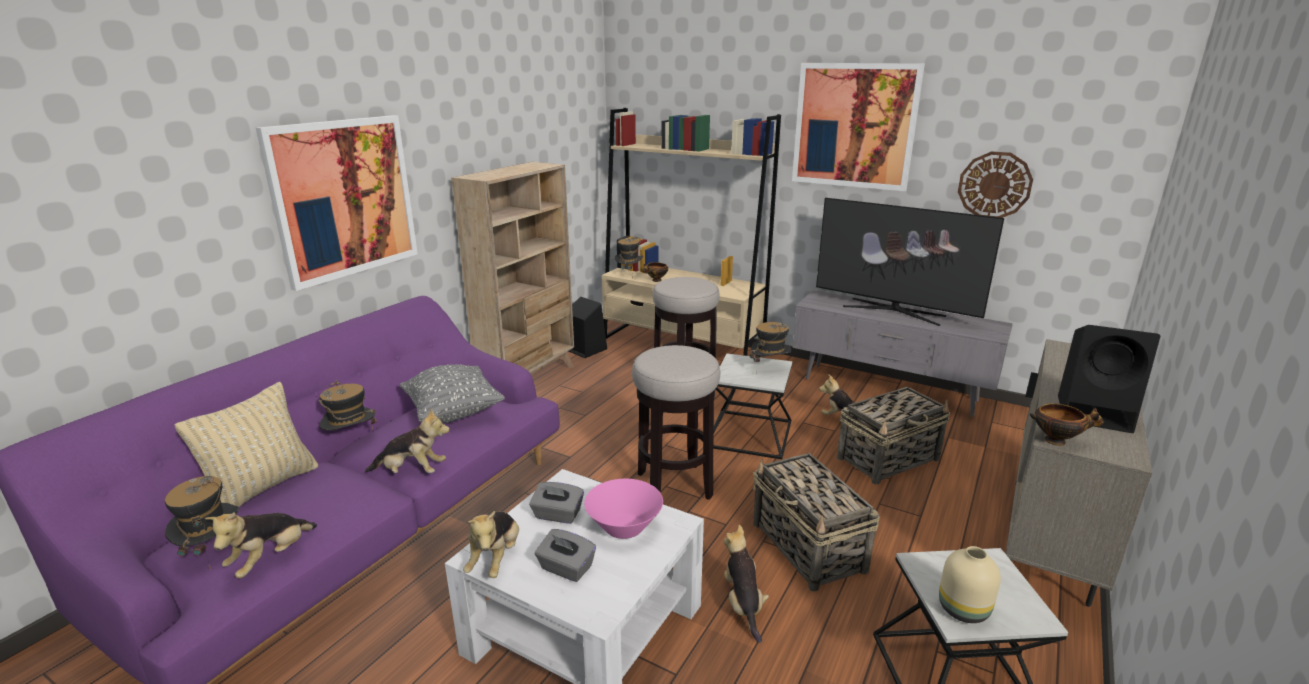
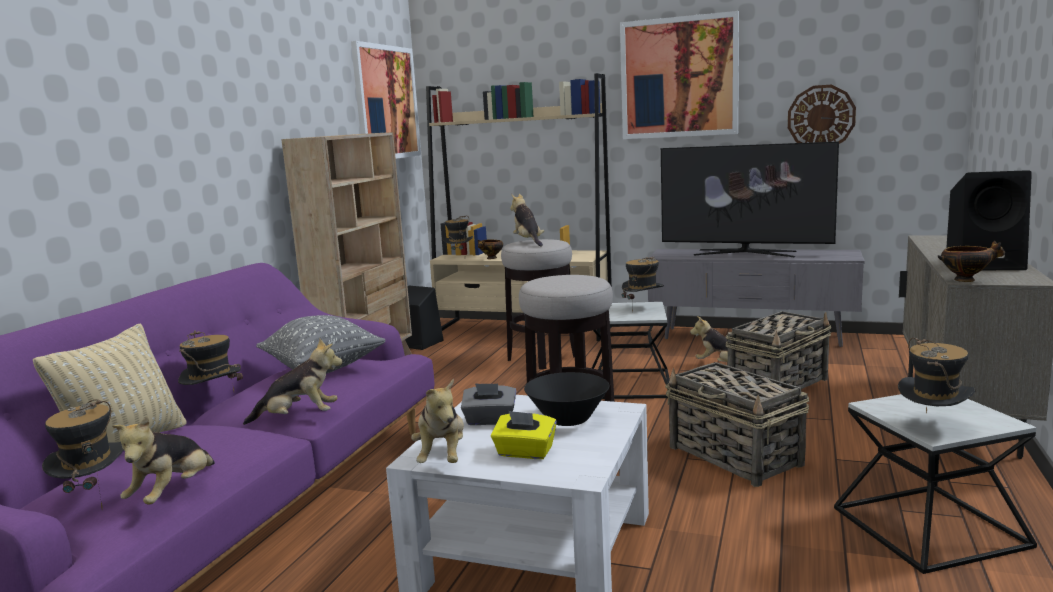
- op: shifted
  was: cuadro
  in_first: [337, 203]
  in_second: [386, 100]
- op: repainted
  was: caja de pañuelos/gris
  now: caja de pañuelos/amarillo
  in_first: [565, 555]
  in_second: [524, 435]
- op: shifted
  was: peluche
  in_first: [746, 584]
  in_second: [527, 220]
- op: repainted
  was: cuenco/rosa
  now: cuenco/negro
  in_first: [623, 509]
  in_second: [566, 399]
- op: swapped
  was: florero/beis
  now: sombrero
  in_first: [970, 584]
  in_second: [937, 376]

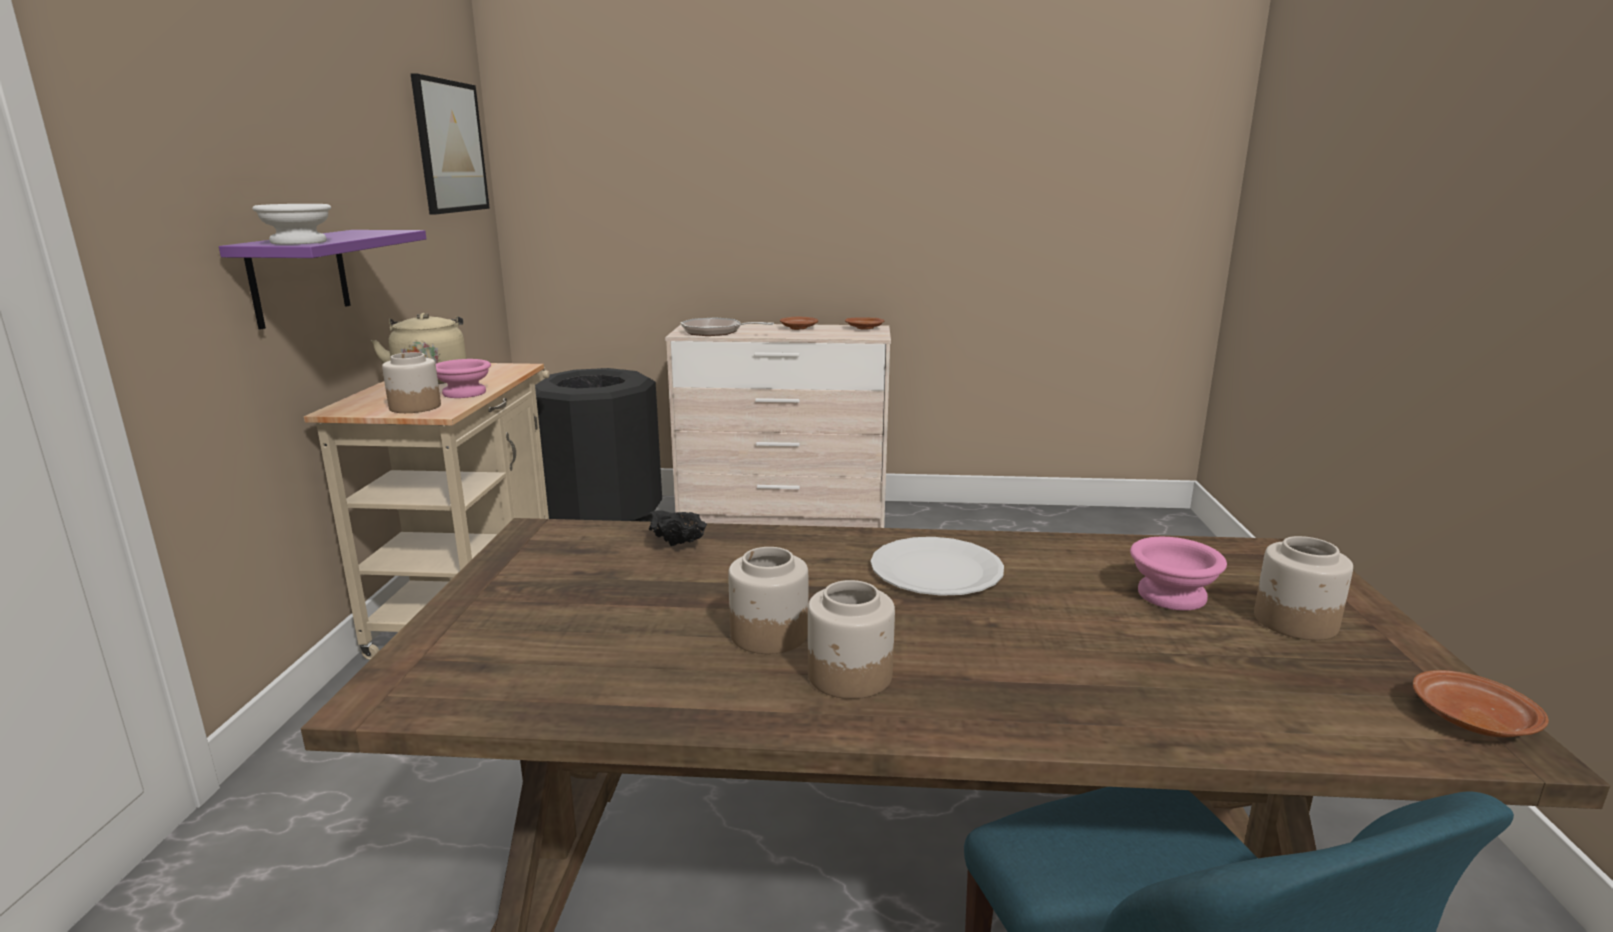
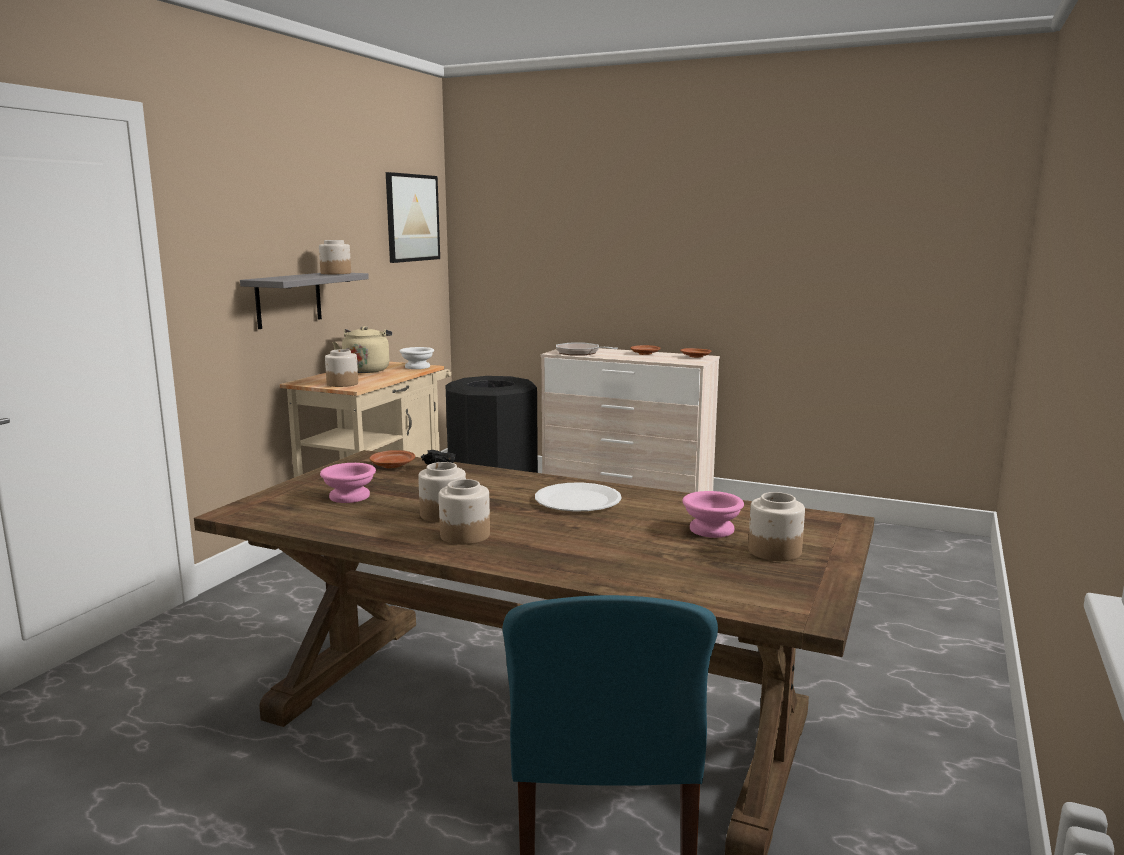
- op: repainted
  was: estante/morado
  now: estante/gris
  in_first: [322, 279]
  in_second: [304, 301]
- op: new
  now: tarro
  in_second: [335, 257]
- op: shifted
  was: cuenco/rosa
  in_first: [463, 378]
  in_second: [348, 483]
- op: shifted
  was: plato/marrón
  in_first: [1481, 703]
  in_second: [392, 459]
- op: shifted
  was: cuenco/blanco
  in_first: [291, 224]
  in_second: [417, 358]

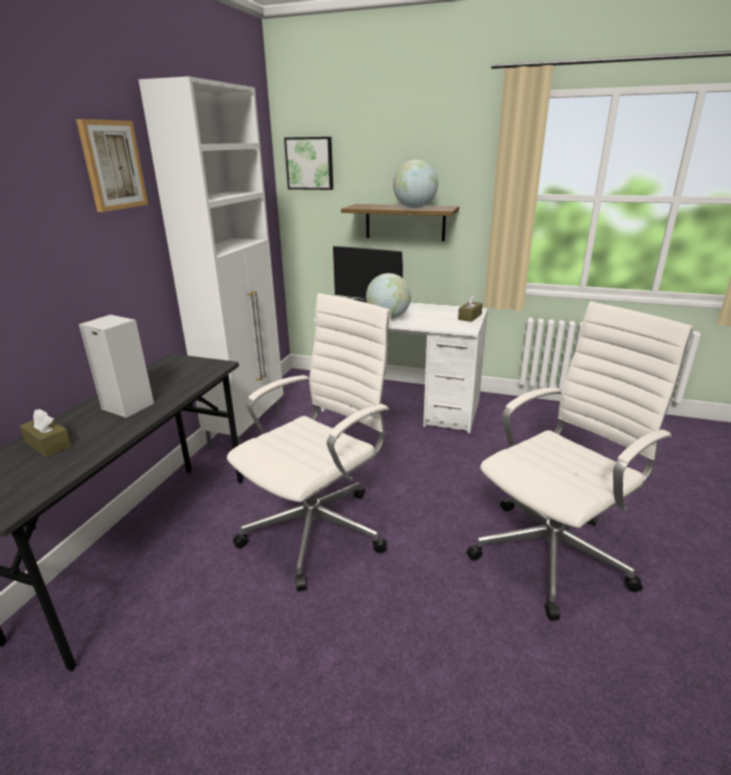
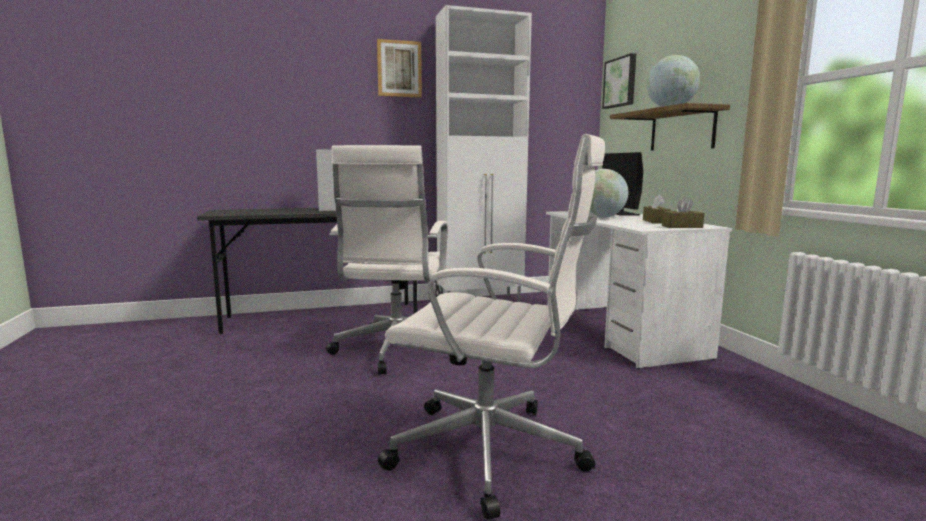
- op: rotated
  was: silla de oficina/blanco
  in_first: [309, 442]
  in_second: [388, 260]
  clockwise: 90
- op: shifted
  was: caja de pañuelos/marrón
  in_first: [46, 433]
  in_second: [657, 209]

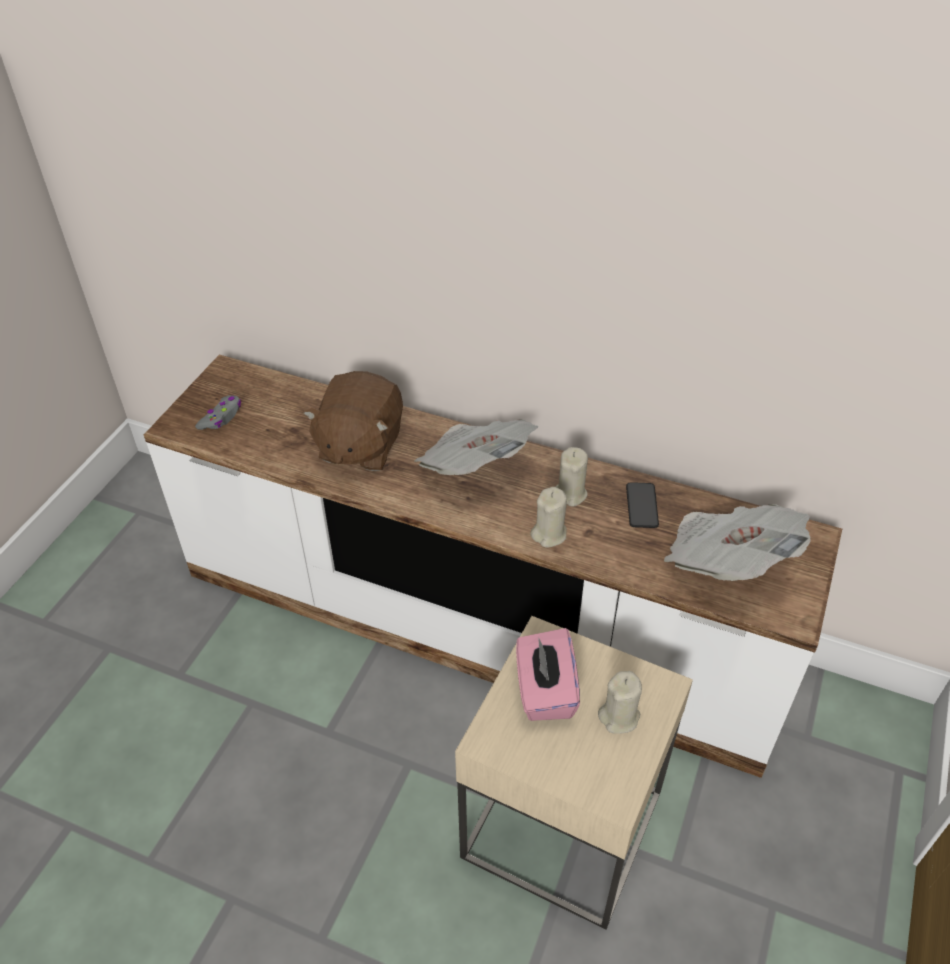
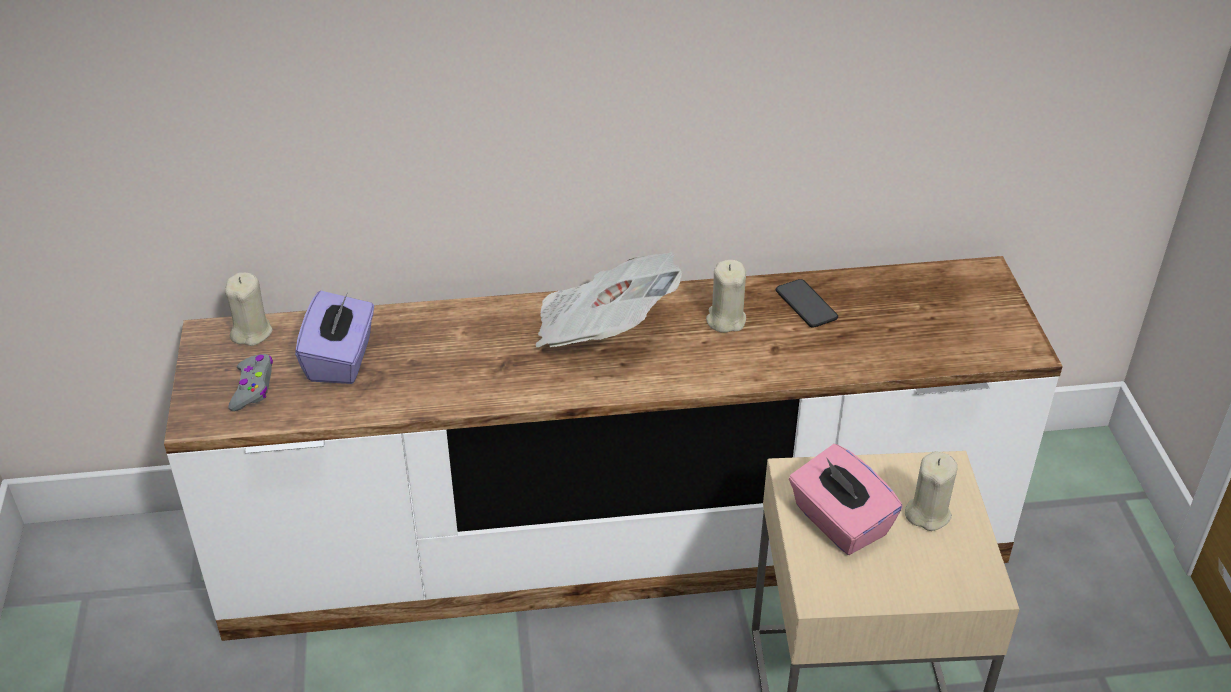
- op: shifted
  was: vela/beis
  in_first: [548, 517]
  in_second: [249, 309]
- op: new
  now: caja de pañuelos/morado
  in_second: [334, 337]
- op: gone
  was: peluche/marrón
  in_first: [353, 421]
- op: gone
  was: periódico
  in_first: [737, 542]

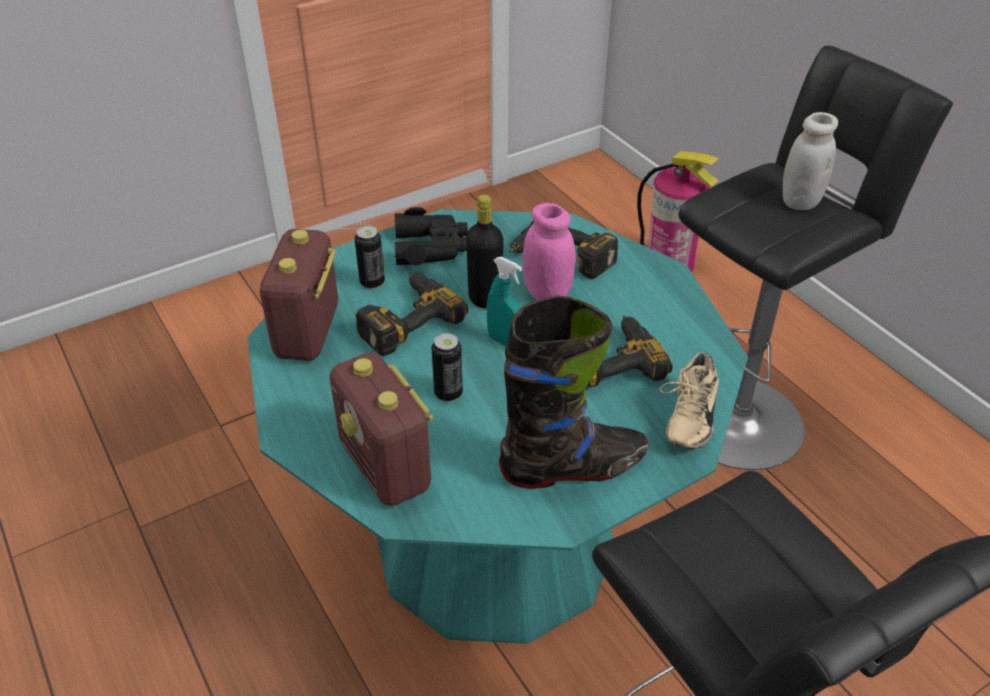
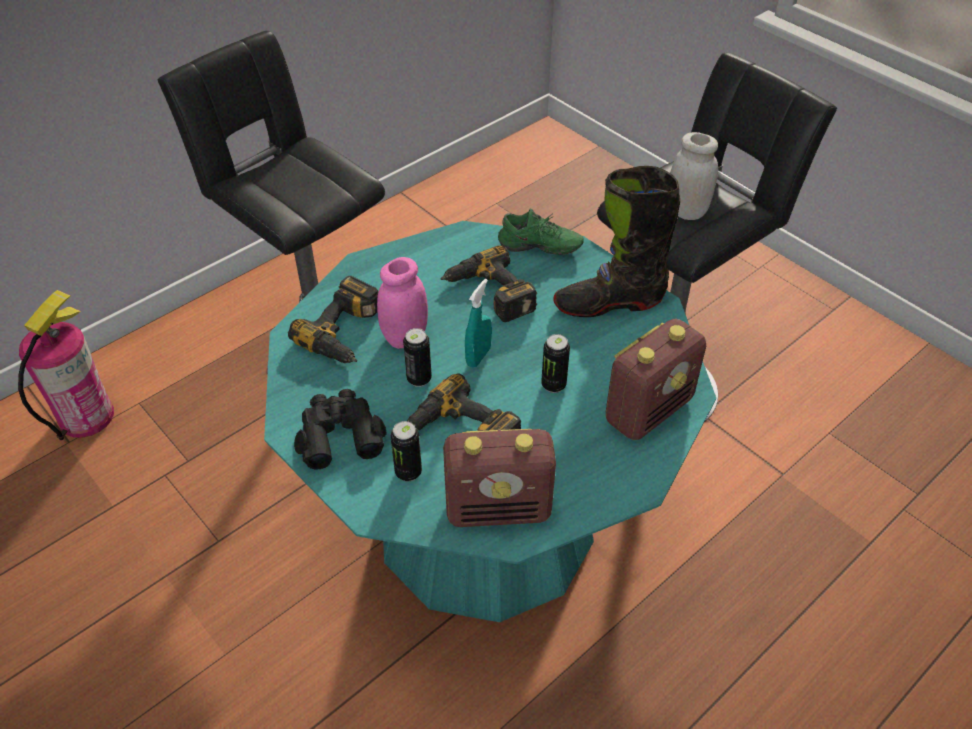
- op: swapped
  was: botella/negro
  now: lata
  in_first: [485, 251]
  in_second: [417, 357]
- op: repainted
  was: zapato/beis
  now: zapato/verde
  in_first: [689, 400]
  in_second: [541, 232]
- op: rotated
  was: bota/negro
  in_first: [573, 392]
  in_second: [616, 241]
  clockwise: -75
- op: shifted
  was: tarro/blanco
  in_first: [810, 161]
  in_second: [694, 176]

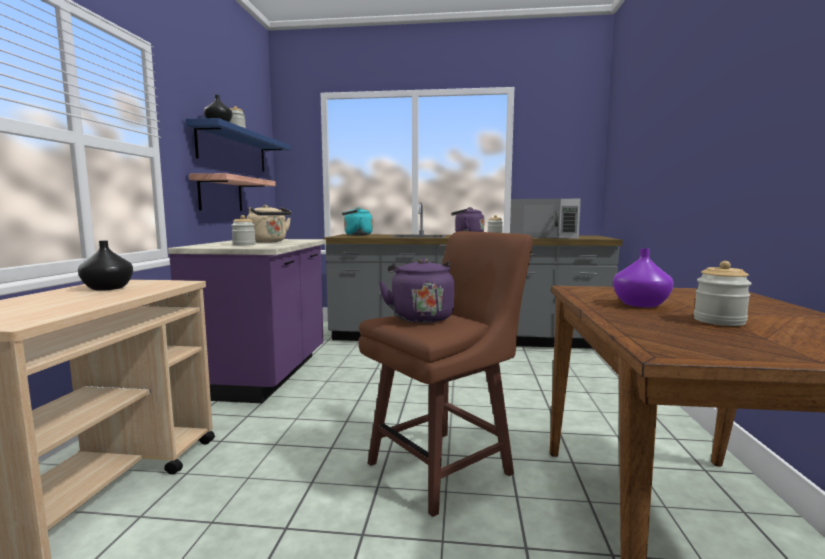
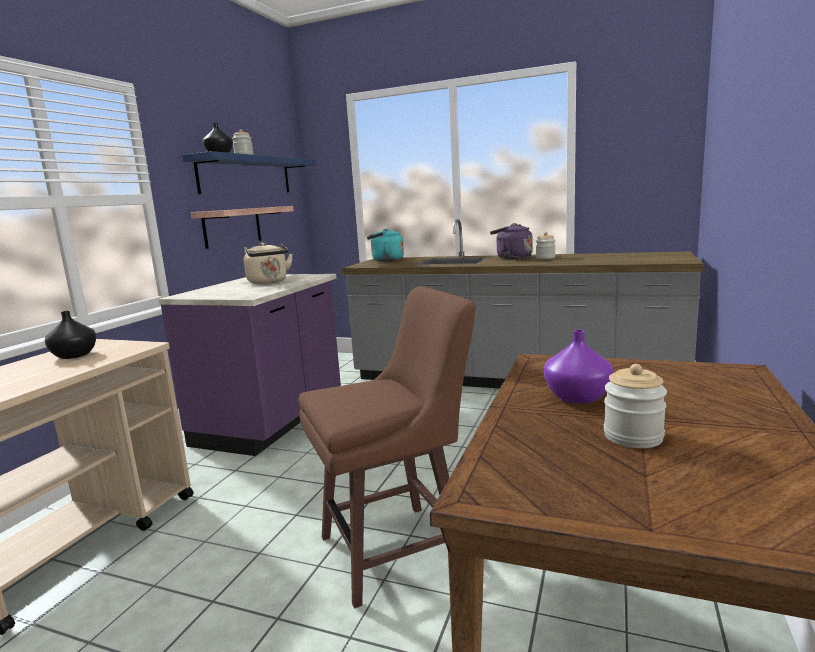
- op: gone
  was: tarro
  in_first: [243, 230]
- op: gone
  was: hervidor/morado
  in_first: [416, 290]
- op: gone
  was: microondas/blanco
  in_first: [545, 219]

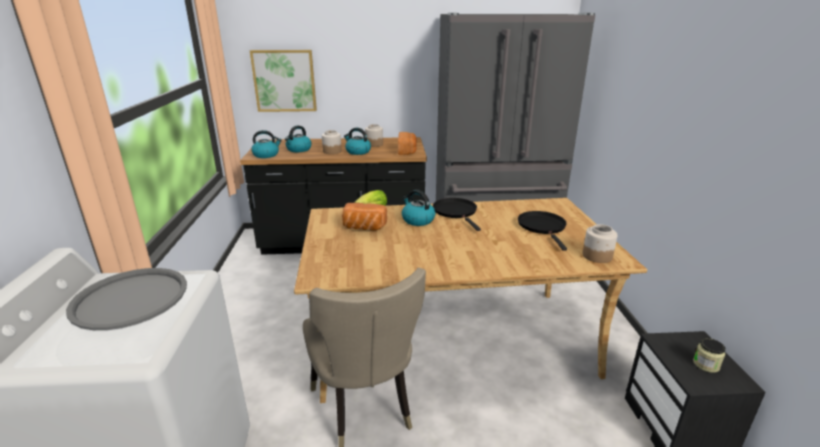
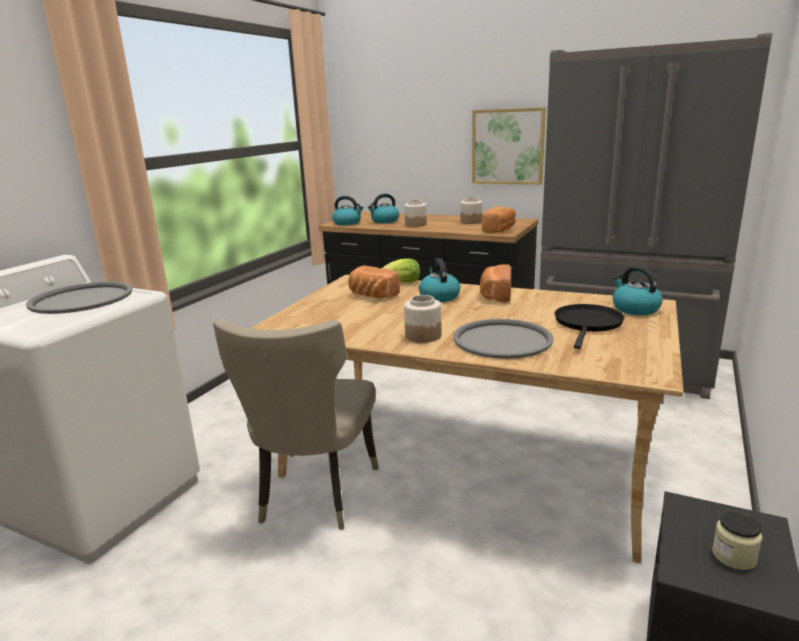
- op: shifted
  was: tarro
  in_first: [600, 243]
  in_second: [423, 319]
- op: new
  now: bandeja/gris
  in_second: [503, 339]
- op: shifted
  was: cuadro
  in_first: [283, 81]
  in_second: [509, 146]
- op: swapped
  was: sartén/negro
  now: pan
  in_first: [457, 214]
  in_second: [495, 283]
- op: shifted
  was: hervidor
  in_first: [357, 141]
  in_second: [637, 290]

